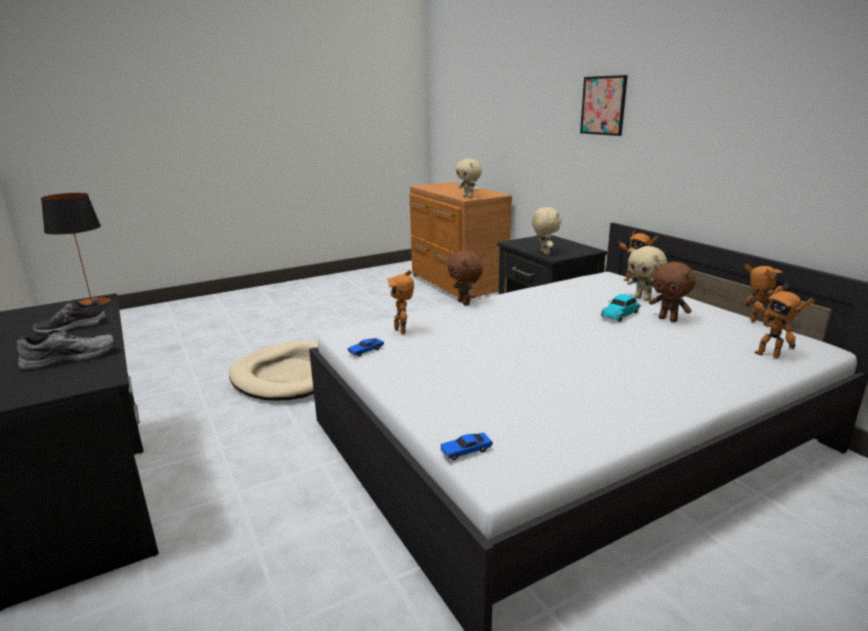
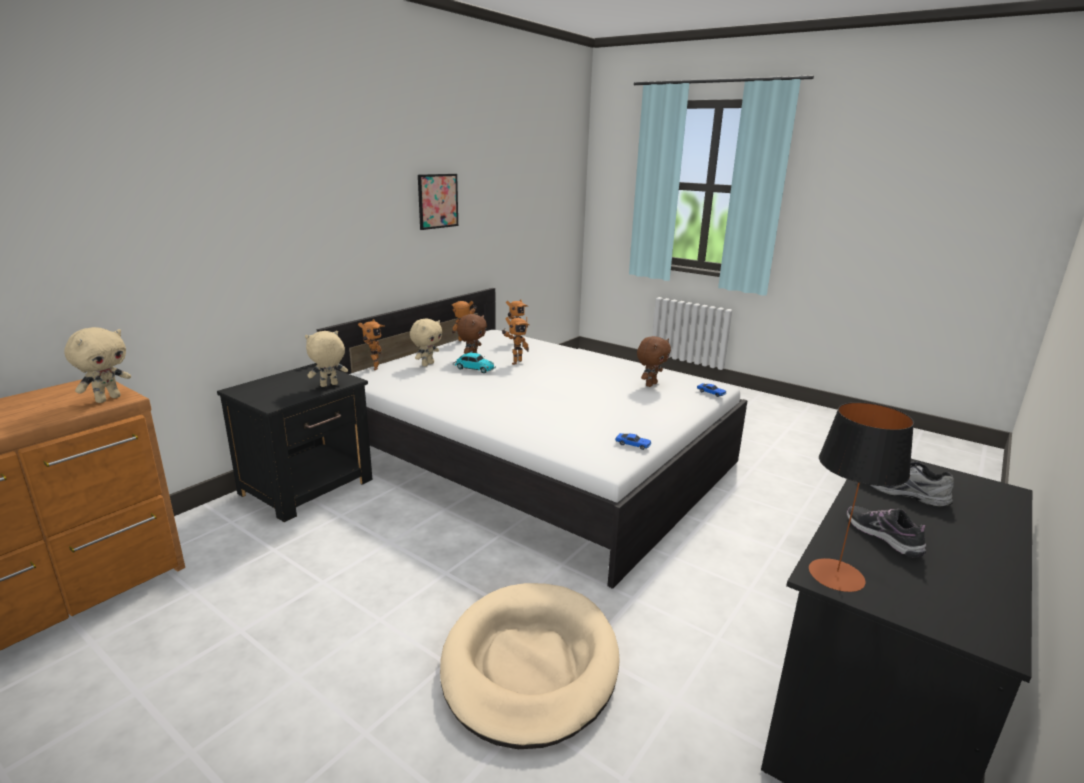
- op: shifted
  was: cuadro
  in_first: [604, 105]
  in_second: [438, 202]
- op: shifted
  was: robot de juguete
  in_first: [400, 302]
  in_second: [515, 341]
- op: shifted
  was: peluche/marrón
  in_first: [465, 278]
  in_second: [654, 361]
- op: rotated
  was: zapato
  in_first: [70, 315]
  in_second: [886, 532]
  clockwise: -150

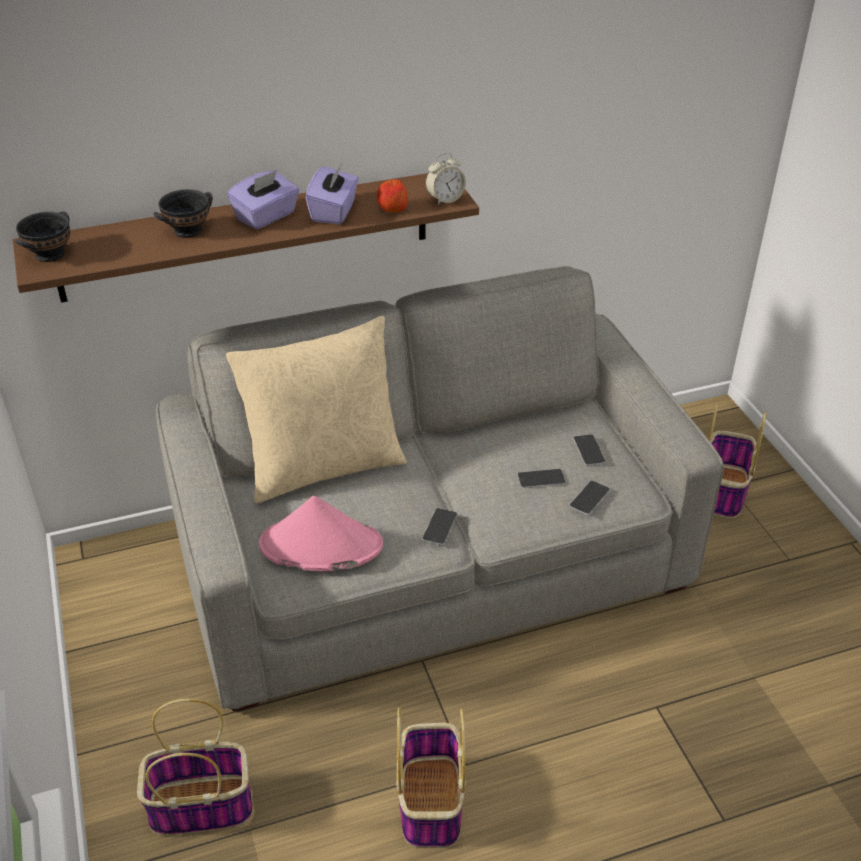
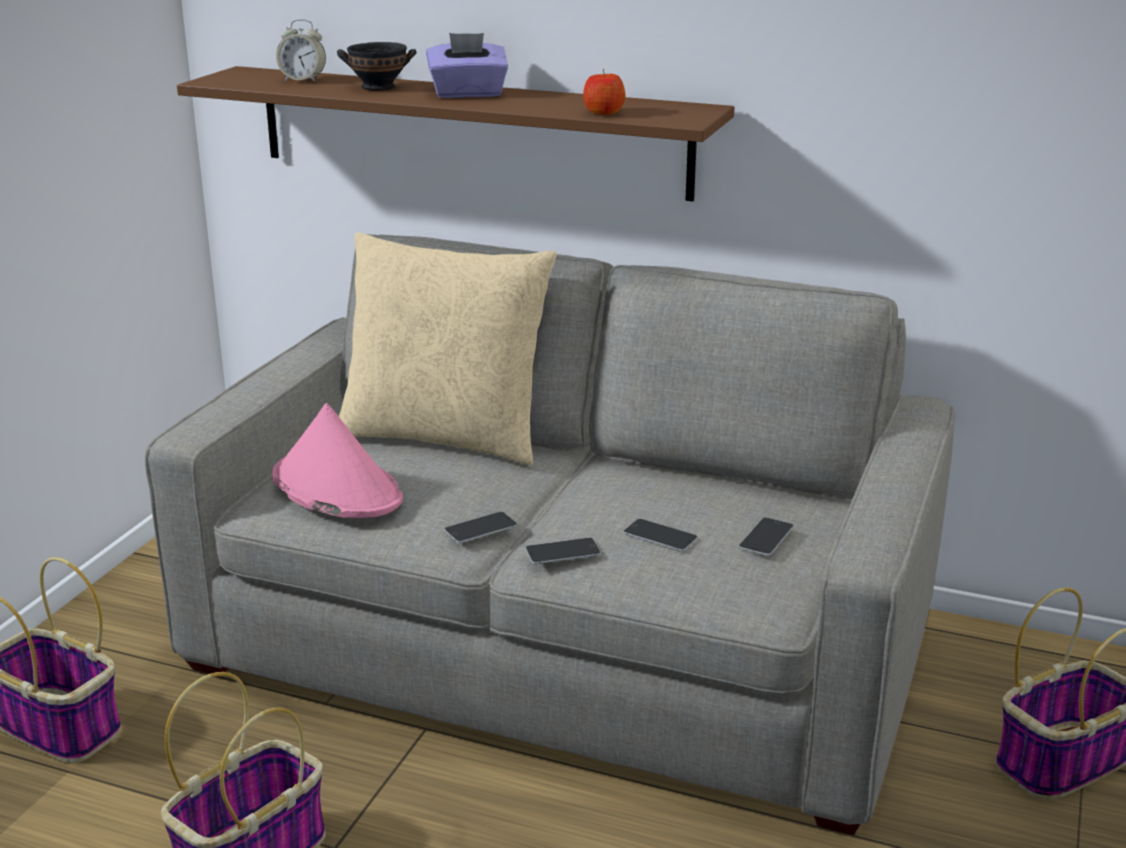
- op: shifted
  was: despertador
  in_first: [445, 179]
  in_second: [301, 50]
- op: shifted
  was: móvil
  in_first: [589, 497]
  in_second: [563, 551]
- op: gone
  was: cuenco/negro
  in_first: [43, 236]
- op: gone
  was: caja de pañuelos/morado
  in_first: [332, 193]

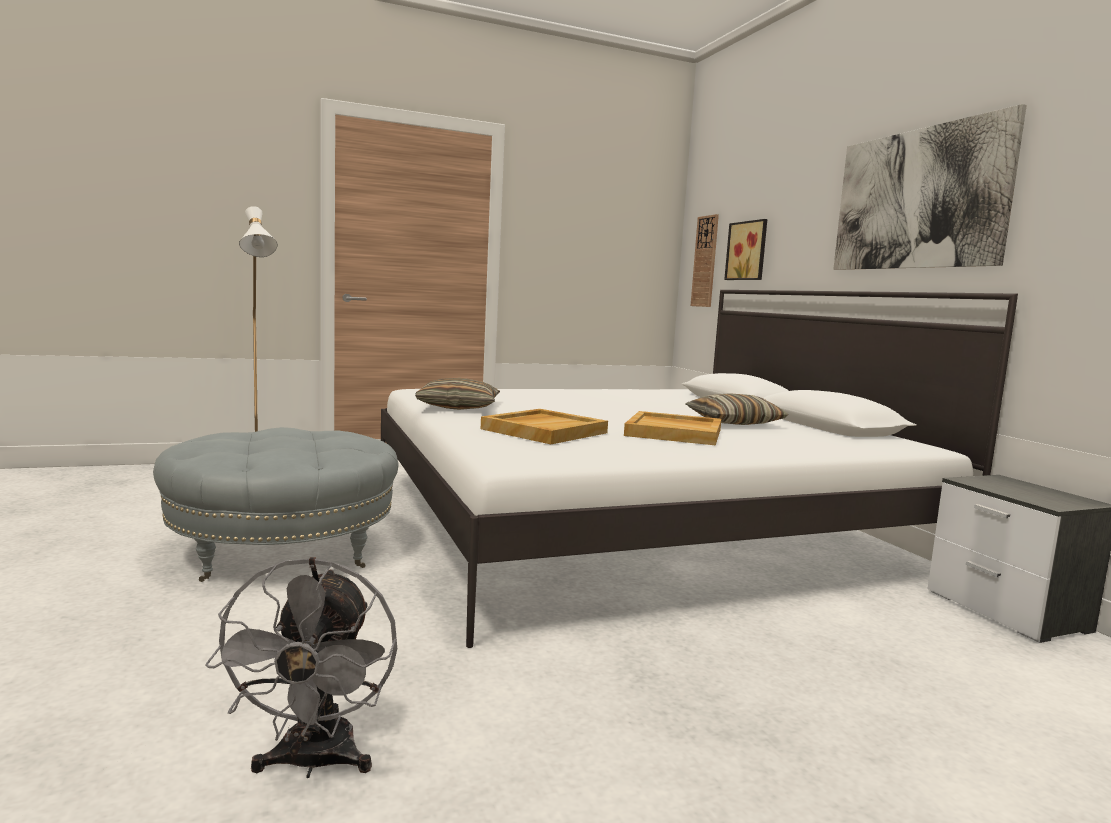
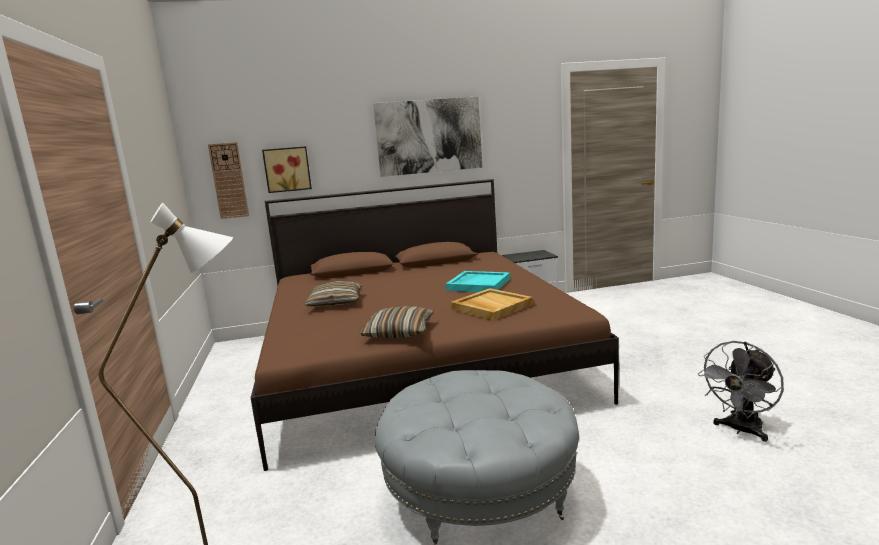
- op: repainted
  was: cama/blanco
  now: cama/marrón
  in_first: [699, 469]
  in_second: [434, 325]
- op: shifted
  was: cojín
  in_first: [737, 409]
  in_second: [333, 294]
- op: repainted
  was: bandeja/beis
  now: bandeja/turquesa
  in_first: [672, 428]
  in_second: [478, 281]
- op: rotated
  was: ventilador/gris
  in_first: [301, 667]
  in_second: [741, 391]
  clockwise: 135

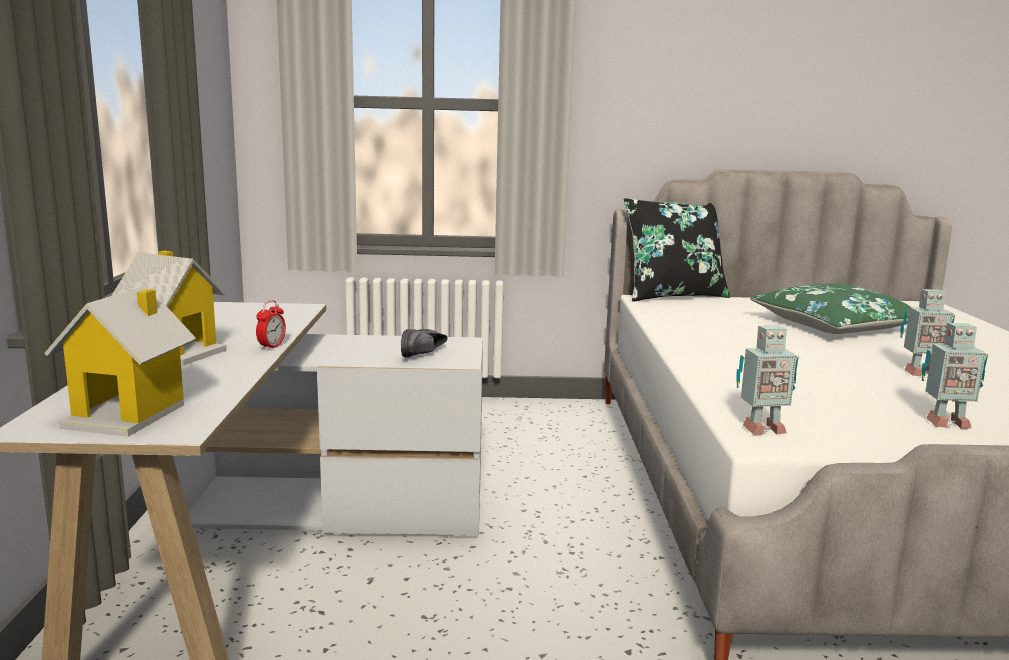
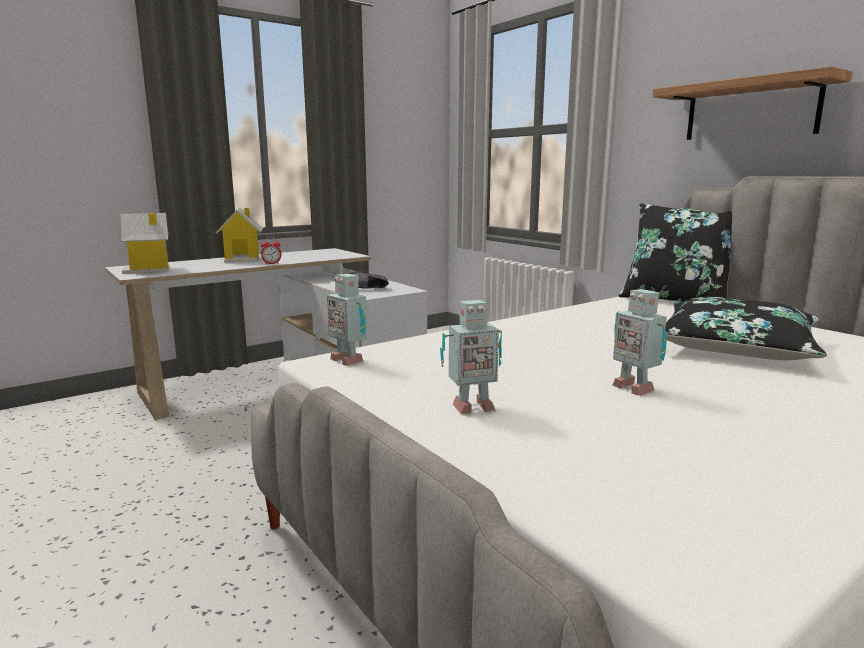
- op: rotated
  was: robot de juguete
  in_first: [955, 376]
  in_second: [471, 357]
  clockwise: -75
- op: new
  now: estante
  in_second: [752, 103]
- op: repainted
  was: cojín/verde
  now: cojín/negro
  in_first: [830, 308]
  in_second: [746, 328]

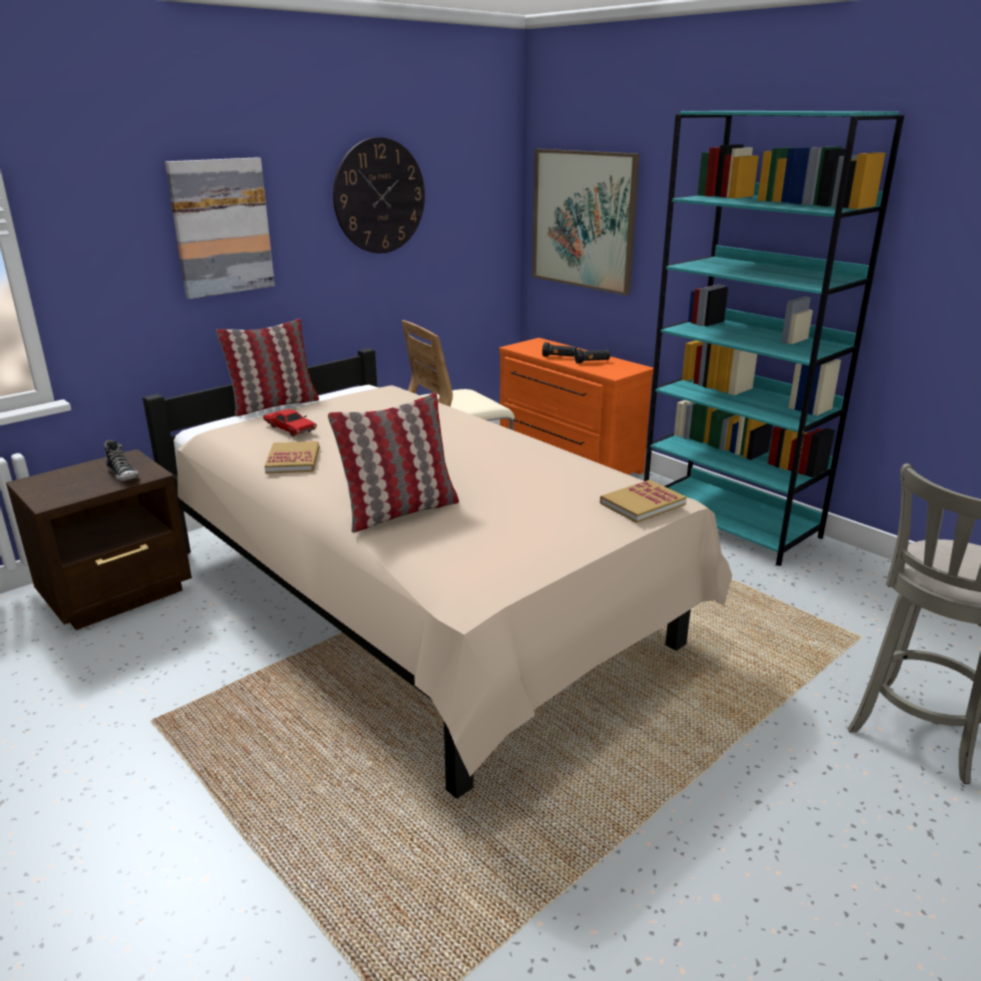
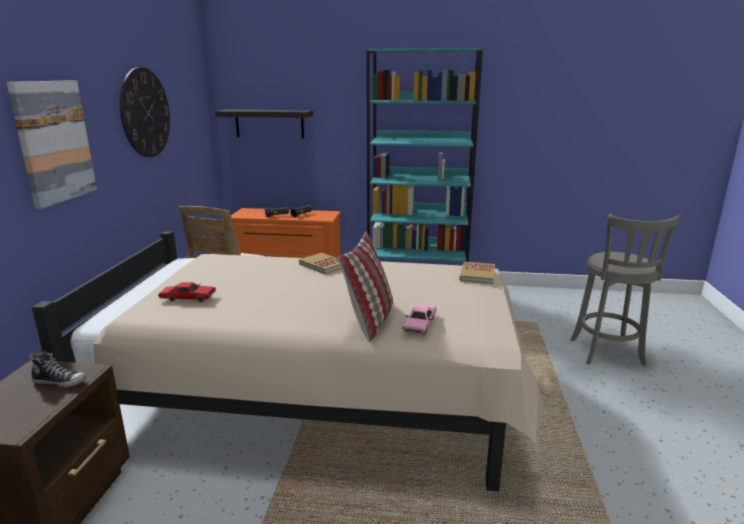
- op: swapped
  was: cuadro
  now: estante
  in_first: [586, 222]
  in_second: [264, 124]
- op: shifted
  was: libro
  in_first: [292, 457]
  in_second: [320, 263]
- op: new
  now: coche de juguete/rosa
  in_second: [419, 319]
- op: gone
  was: cojín
  in_first: [267, 368]

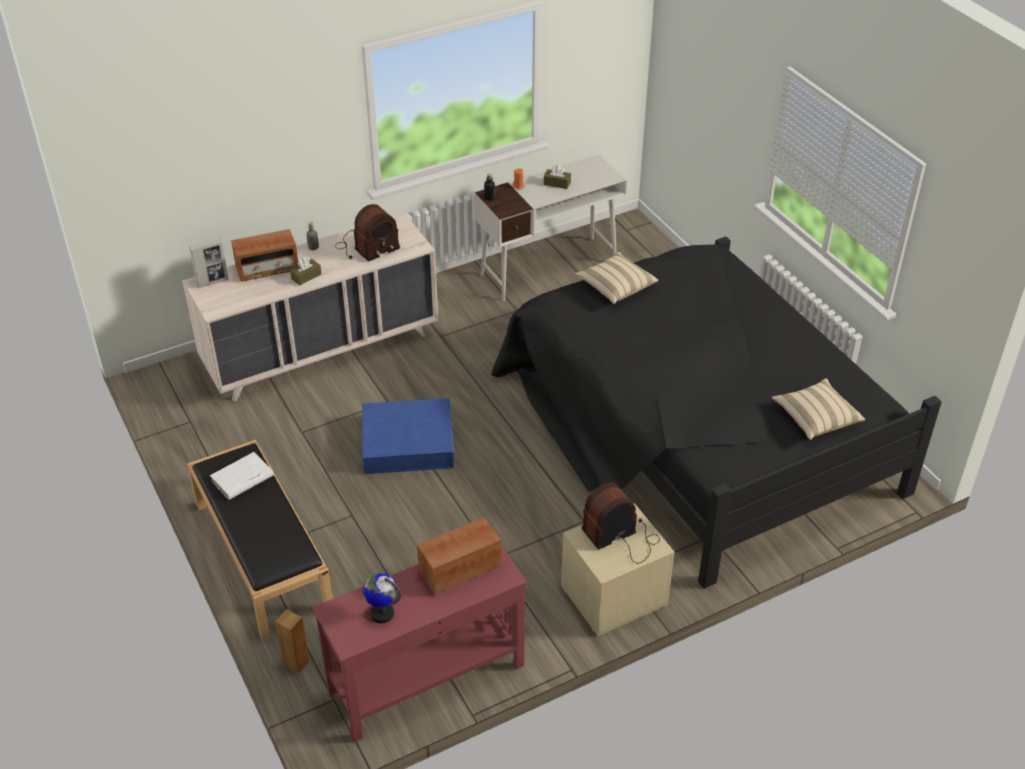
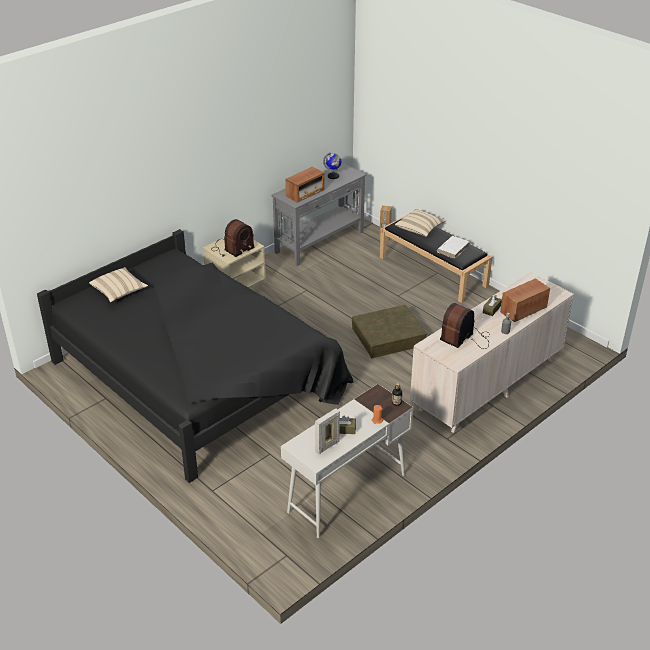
- op: repainted
  was: mesa consola/rojo
  now: mesa consola/gris
  in_first: [419, 643]
  in_second: [319, 214]
- op: shifted
  was: portarretratos
  in_first: [208, 263]
  in_second: [327, 431]
- op: repainted
  was: caja de almacenaje/azul
  now: caja de almacenaje/marrón
  in_first: [408, 436]
  in_second: [389, 331]
- op: shifted
  was: cojín/beis
  in_first: [616, 278]
  in_second: [420, 223]

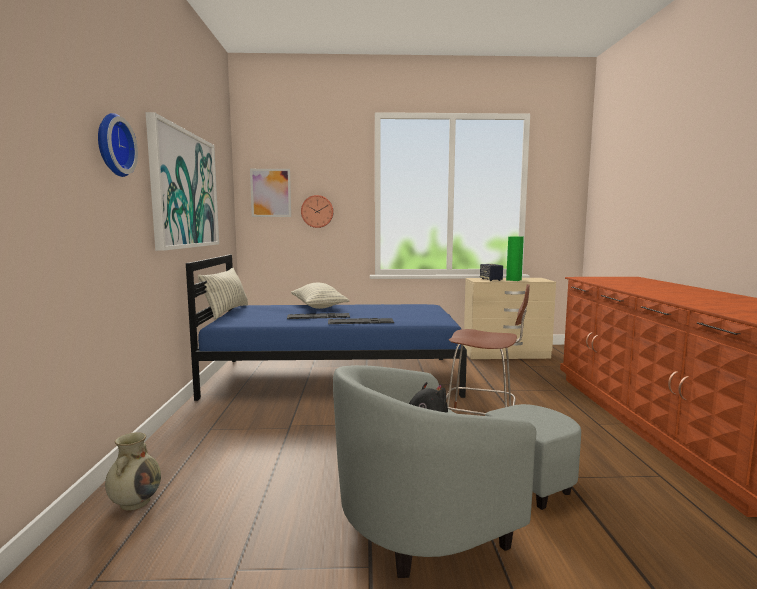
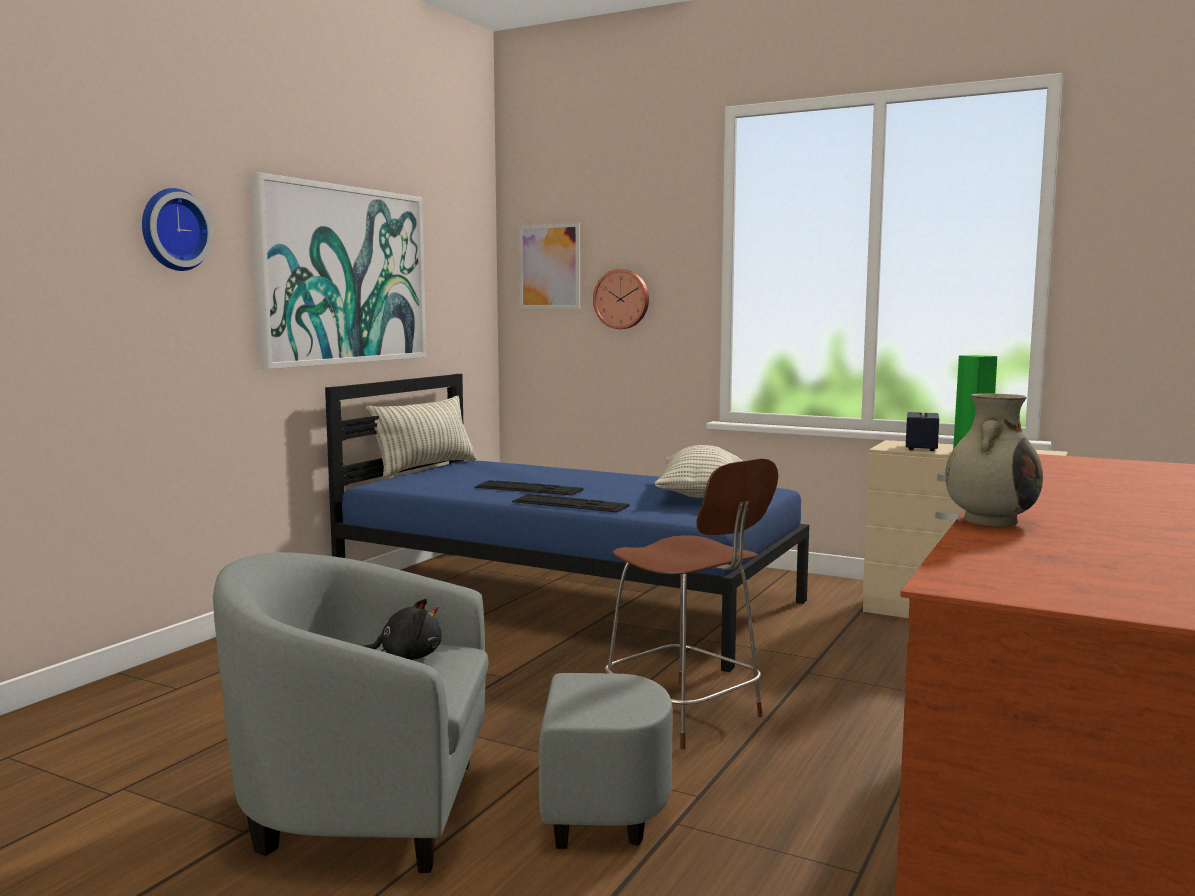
- op: shifted
  was: cojín
  in_first: [320, 296]
  in_second: [699, 471]
- op: shifted
  was: florero/beis
  in_first: [133, 471]
  in_second: [994, 460]

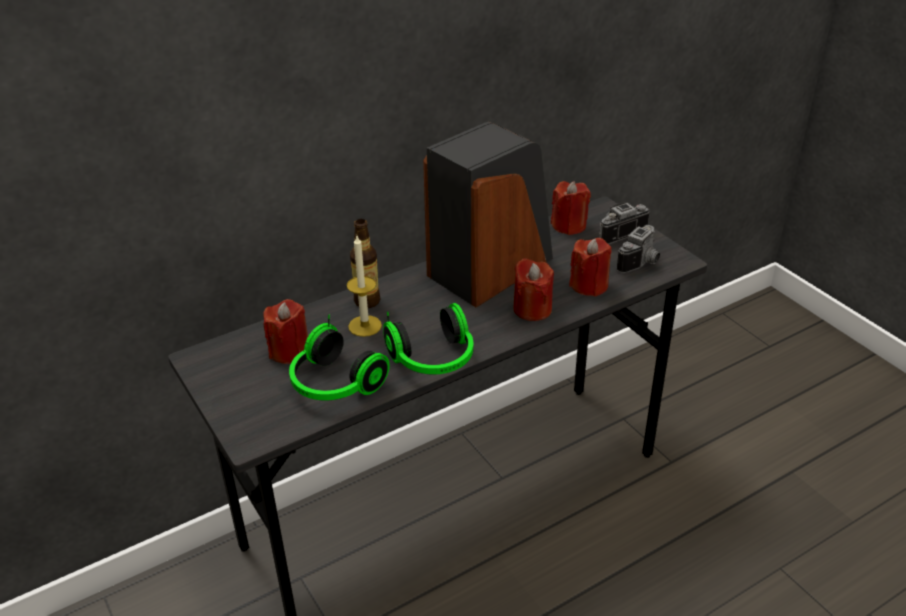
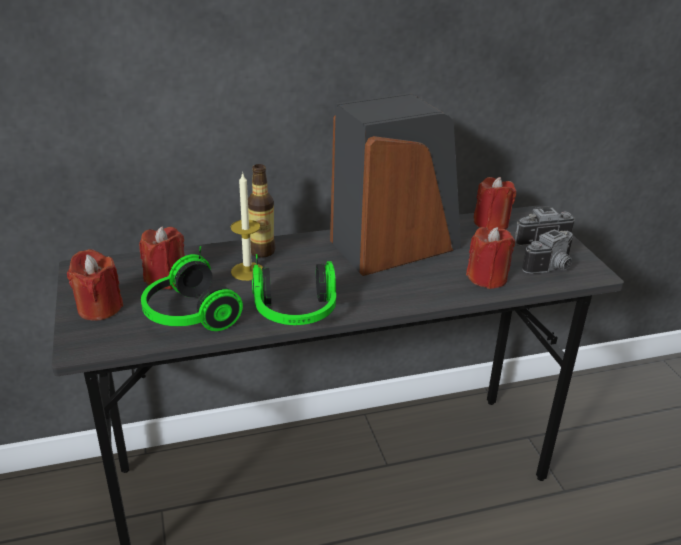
- op: shifted
  was: vela/rojo
  in_first: [533, 289]
  in_second: [95, 285]

